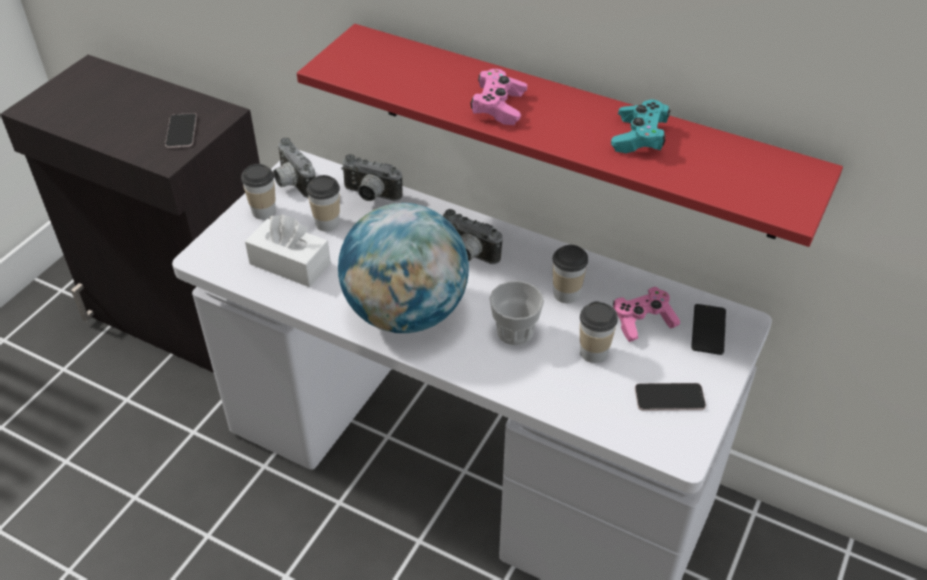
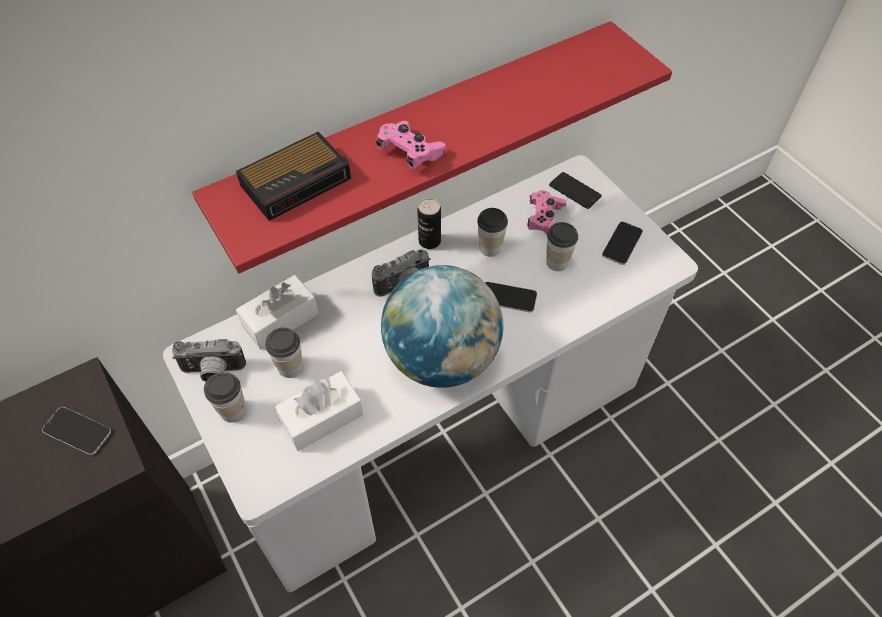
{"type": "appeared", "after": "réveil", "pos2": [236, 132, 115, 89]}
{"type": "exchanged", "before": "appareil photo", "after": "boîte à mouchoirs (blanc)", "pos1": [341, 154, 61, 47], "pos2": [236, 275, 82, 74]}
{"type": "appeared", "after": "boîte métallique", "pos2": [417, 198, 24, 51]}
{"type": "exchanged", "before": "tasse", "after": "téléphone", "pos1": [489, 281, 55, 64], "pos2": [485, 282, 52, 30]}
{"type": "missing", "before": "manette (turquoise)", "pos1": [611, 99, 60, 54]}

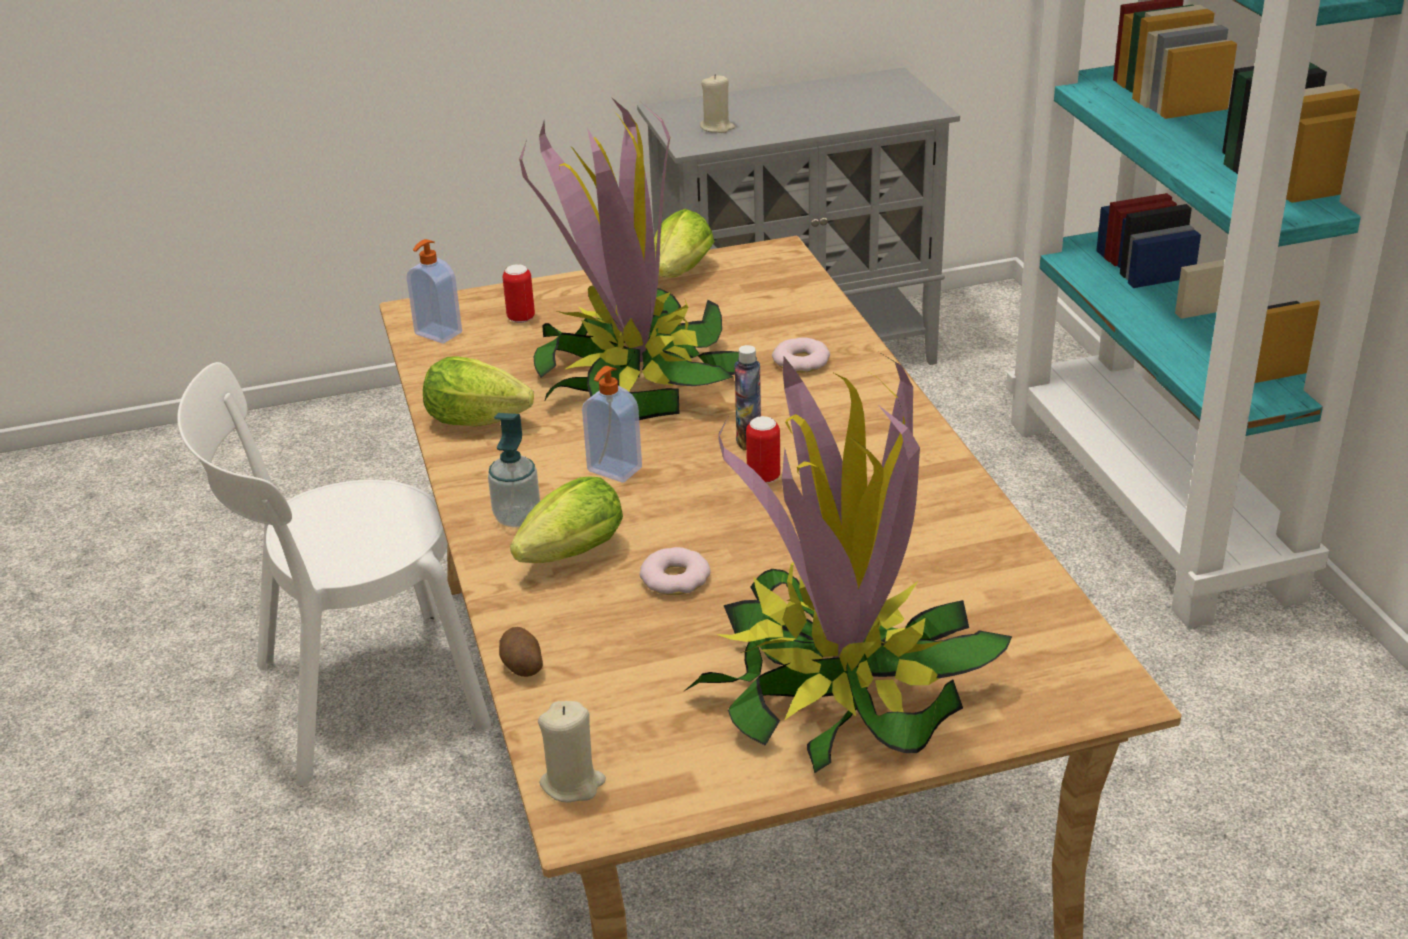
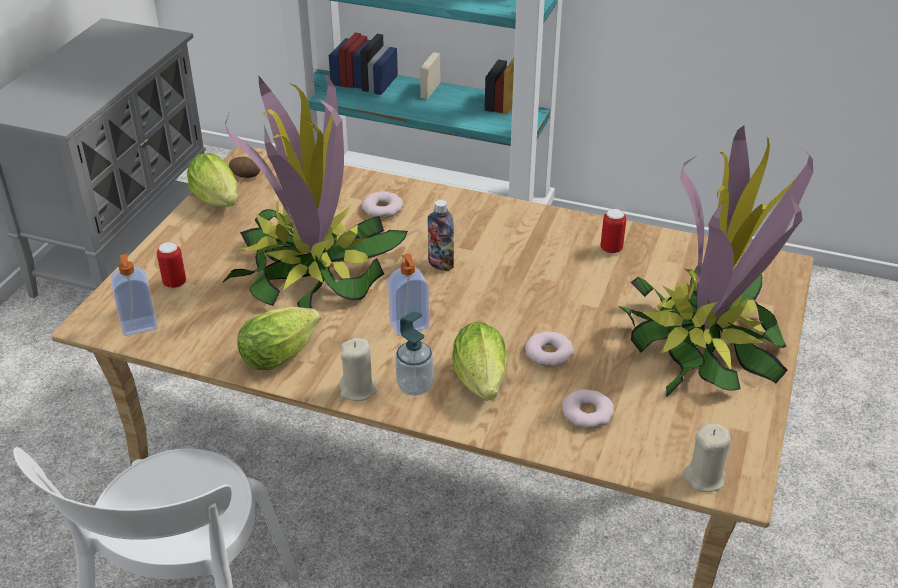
{"type": "relocated", "before": "pomme de terre", "pos1": [499, 627, 44, 50], "pos2": [229, 157, 32, 21]}
{"type": "relocated", "before": "bougie (beige)", "pos1": [700, 74, 35, 59], "pos2": [340, 338, 38, 63]}
{"type": "appeared", "after": "beignet", "pos2": [562, 389, 52, 40]}
{"type": "relocated", "before": "boîte métallique", "pos1": [746, 416, 34, 67], "pos2": [601, 209, 25, 45]}

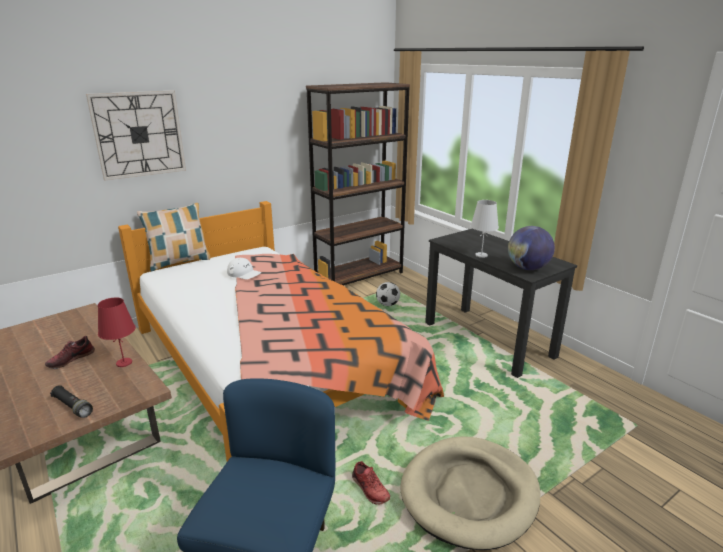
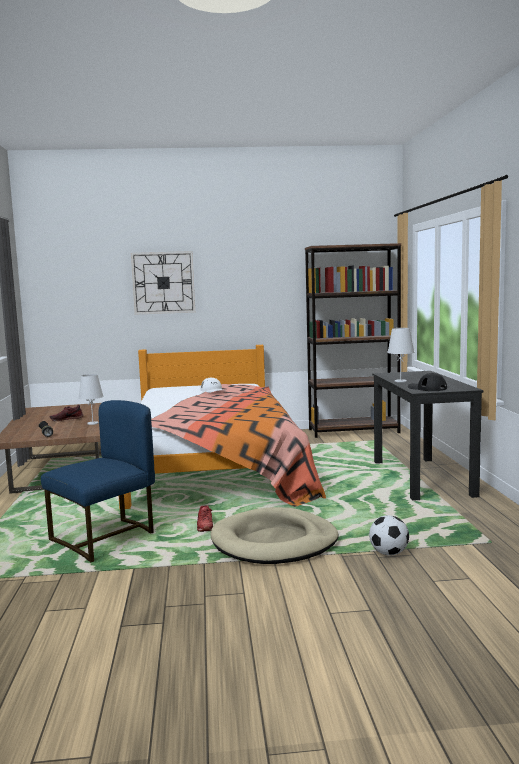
{"type": "colour", "before": "lampe de table (rouge)", "after": "lampe de table (blanc)", "pos1": [98, 297, 38, 70], "pos2": [78, 374, 26, 51]}
{"type": "relocated", "before": "ballon de foot", "pos1": [376, 282, 24, 24], "pos2": [369, 515, 40, 40]}
{"type": "exchanged", "before": "globe", "after": "casquette (noir)", "pos1": [508, 226, 47, 44], "pos2": [408, 373, 39, 18]}
{"type": "missing", "before": "coussin", "pos1": [137, 203, 73, 69]}

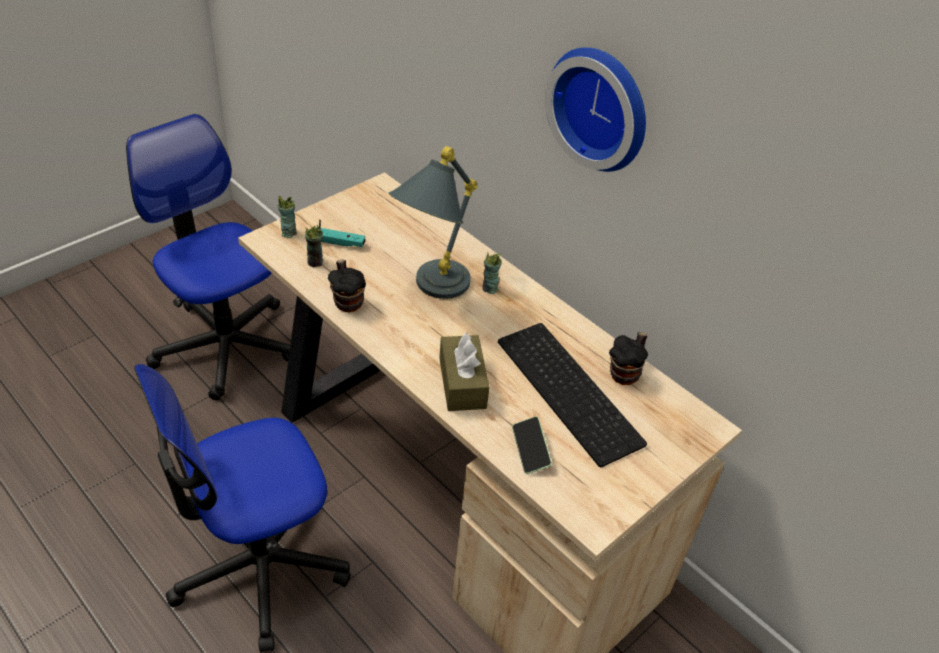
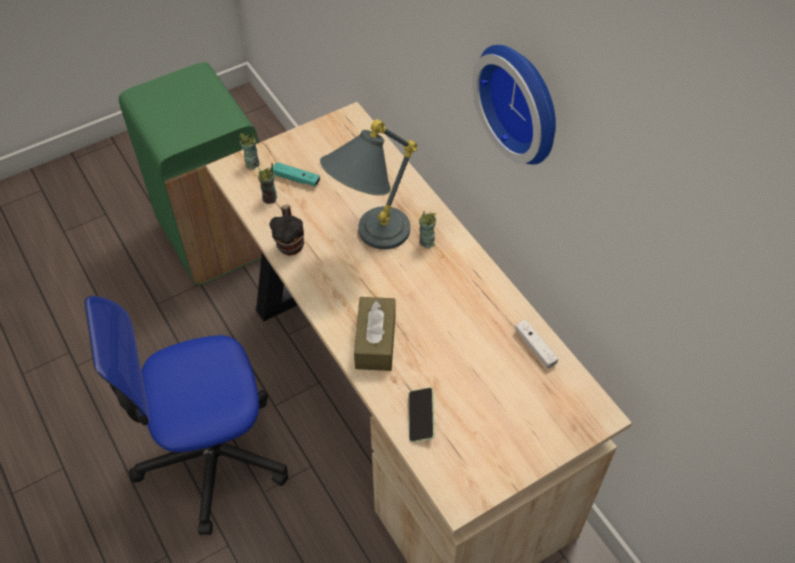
{"type": "exchanged", "before": "chaise de bureau", "after": "poubelle (vert)", "pos1": [126, 114, 164, 286], "pos2": [119, 62, 143, 223]}
{"type": "exchanged", "before": "mug", "after": "manette (blanc)", "pos1": [609, 332, 39, 53], "pos2": [515, 319, 44, 50]}
{"type": "missing", "before": "clavier", "pos1": [498, 323, 149, 144]}

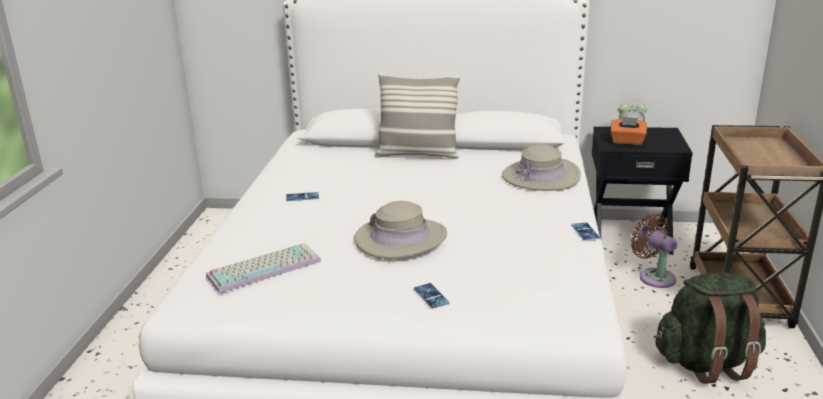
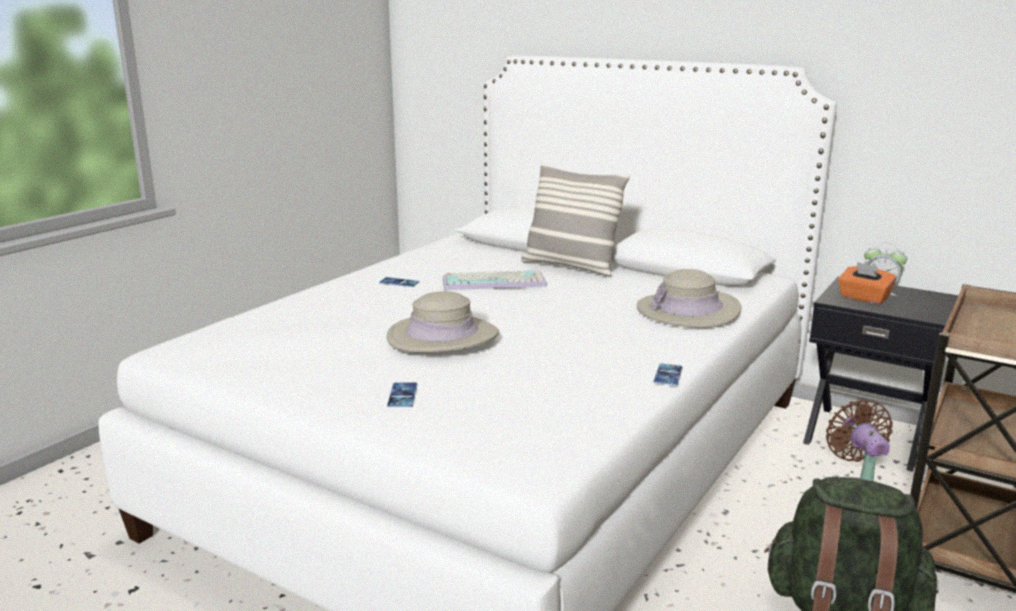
{"type": "relocated", "before": "clavier", "pos1": [206, 243, 115, 50], "pos2": [443, 270, 104, 20]}

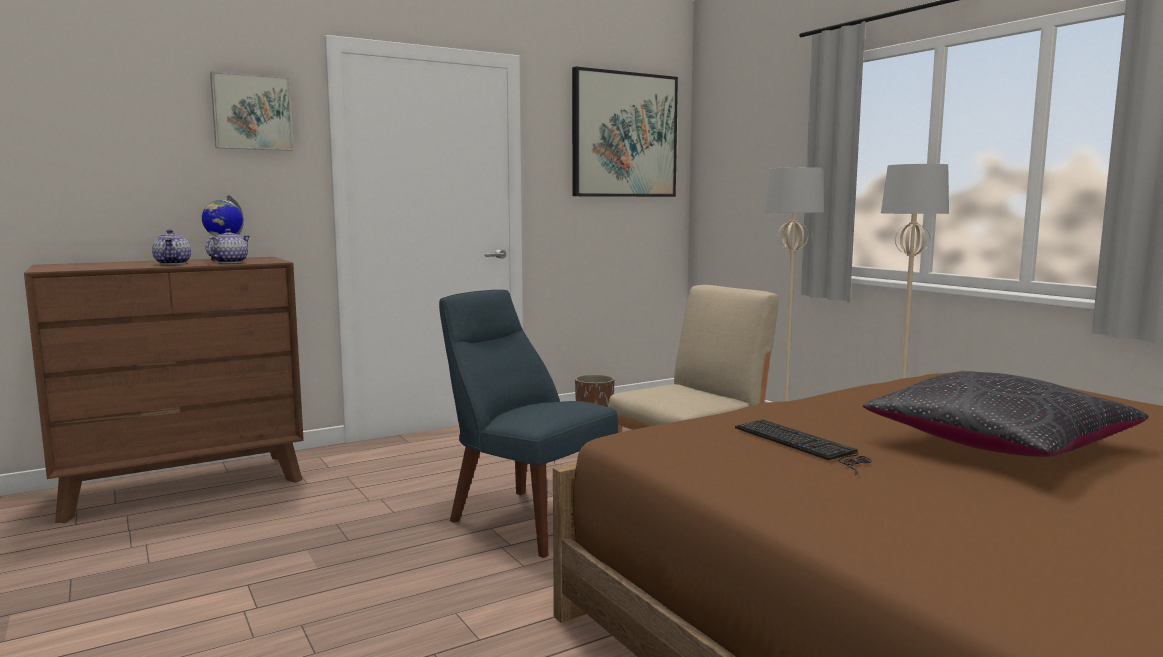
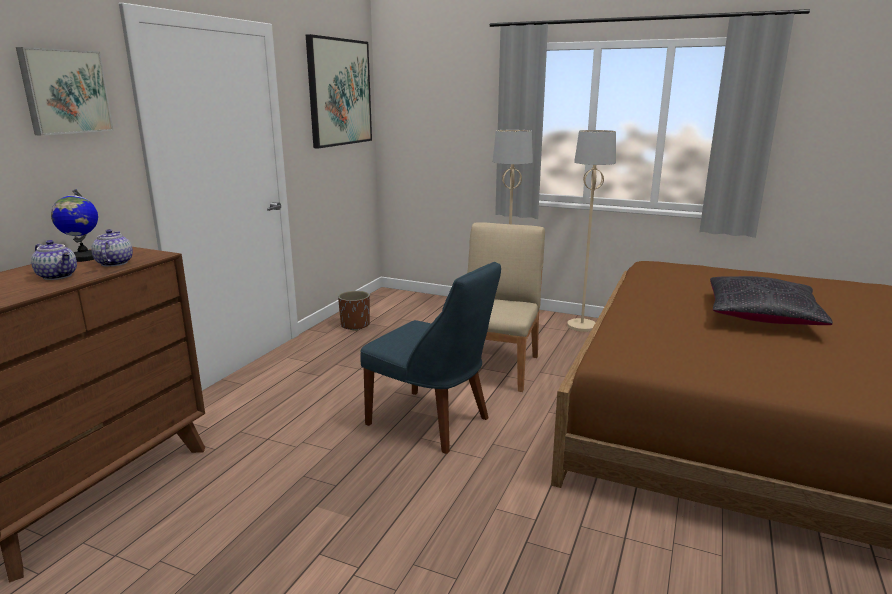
{"type": "spun", "before": "chaise (bleu)", "pos1": [439, 290, 179, 268], "pos2": [360, 262, 141, 192], "turn": -150}
{"type": "missing", "before": "clavier", "pos1": [735, 419, 137, 56]}

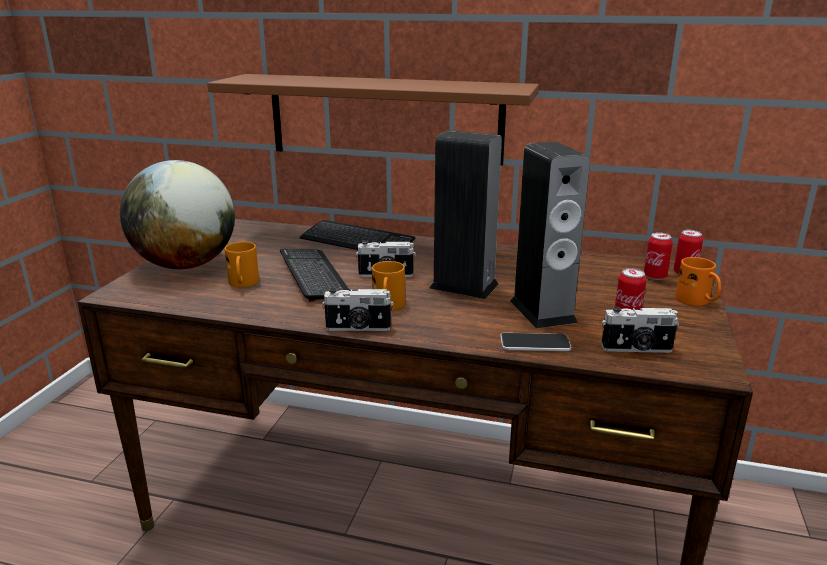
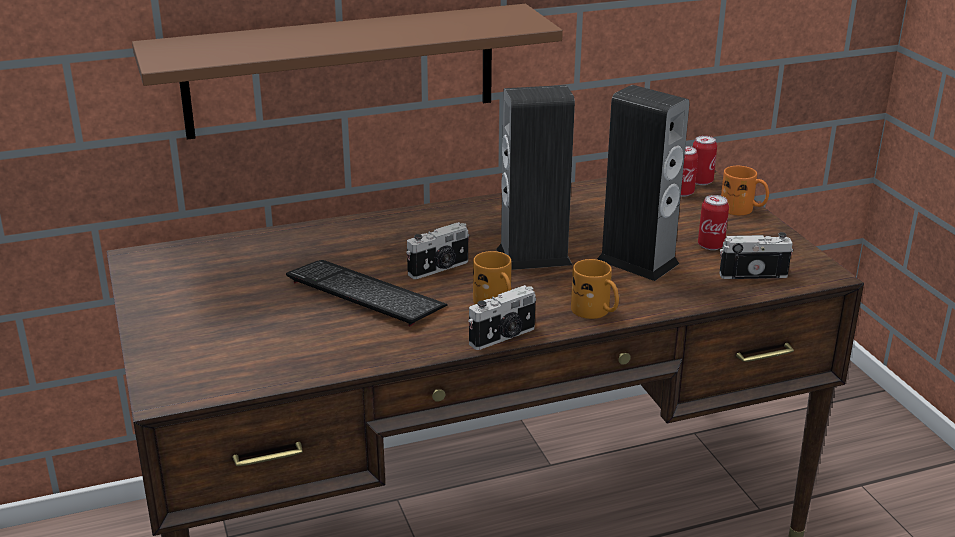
{"type": "relocated", "before": "mug (orange)", "pos1": [225, 242, 34, 45], "pos2": [571, 259, 48, 60]}
{"type": "spun", "before": "appareil photo", "pos1": [601, 306, 78, 47], "pos2": [719, 232, 74, 47], "turn": -150}
{"type": "missing", "before": "globe", "pos1": [120, 160, 115, 109]}
{"type": "missing", "before": "clavier", "pos1": [299, 220, 116, 30]}
{"type": "missing", "before": "téléphone", "pos1": [500, 333, 71, 18]}

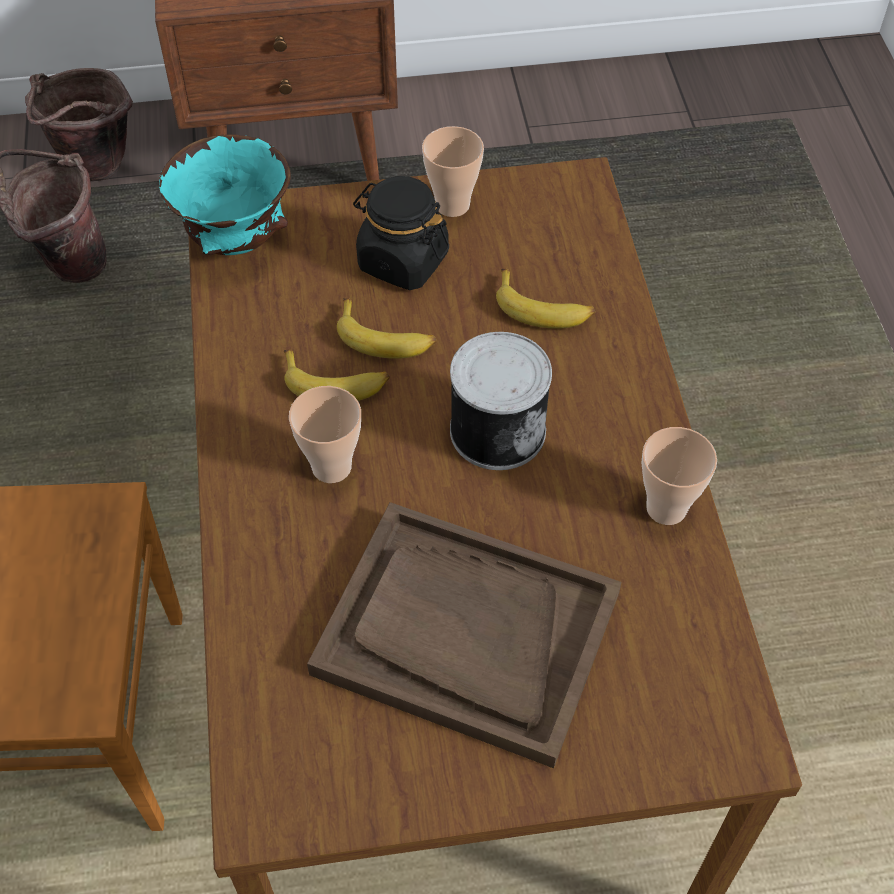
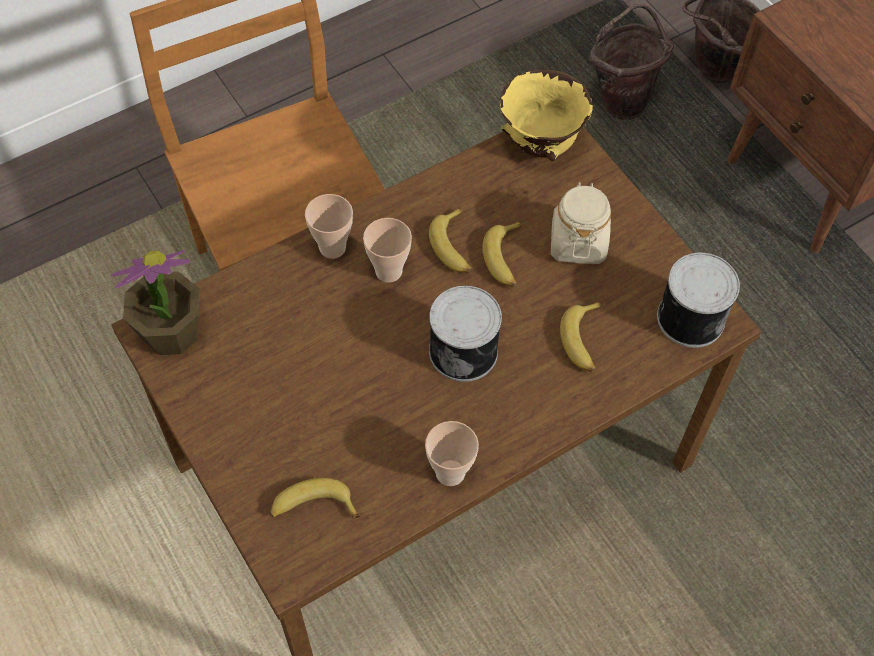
{"type": "appeared", "after": "plante en pot", "pos2": [111, 250, 89, 105]}
{"type": "appeared", "after": "banane", "pos2": [269, 478, 91, 40]}
{"type": "relocated", "before": "tasse", "pos1": [422, 126, 62, 91], "pos2": [305, 194, 48, 65]}
{"type": "colour", "before": "bol (turquoise)", "after": "bol (jaune)", "pos1": [159, 134, 132, 121], "pos2": [500, 69, 93, 92]}
{"type": "colour", "before": "bocal (noir)", "after": "bocal (beige)", "pos1": [353, 176, 96, 114], "pos2": [551, 182, 60, 82]}
{"type": "appeared", "after": "boîte métallique", "pos2": [657, 253, 83, 95]}
{"type": "missing", "before": "plateau (marron)", "pos1": [307, 502, 314, 266]}

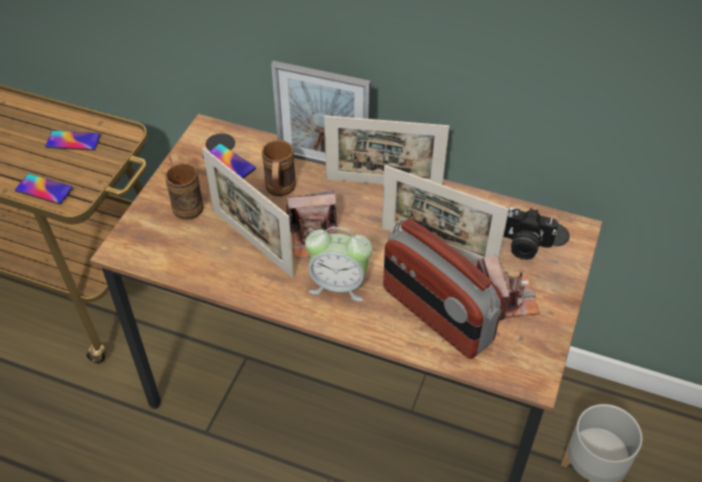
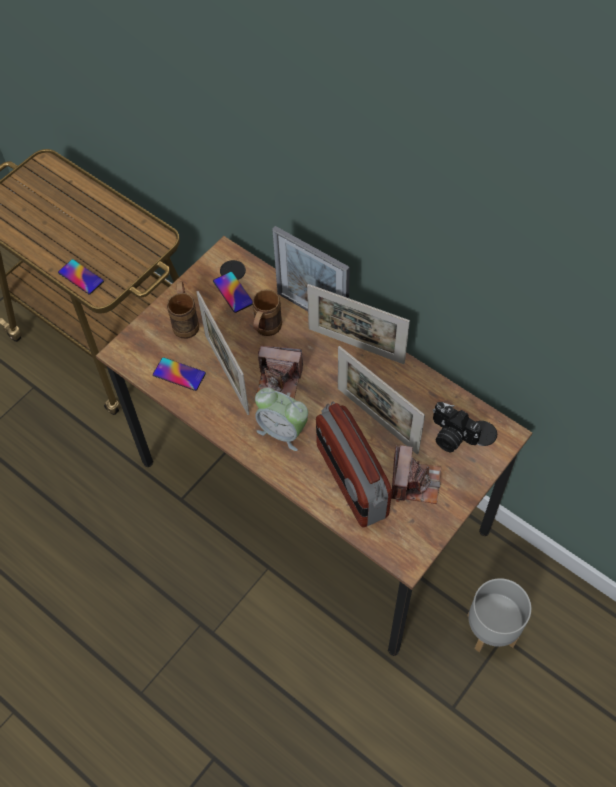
{"type": "relocated", "before": "téléphone", "pos1": [45, 131, 56, 19], "pos2": [153, 357, 53, 34]}

